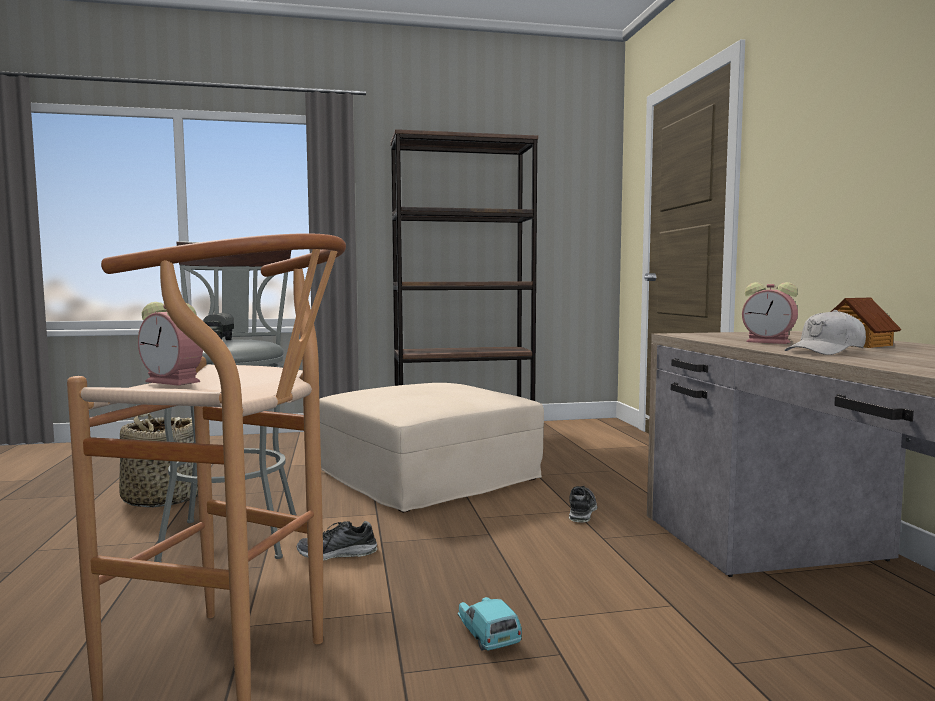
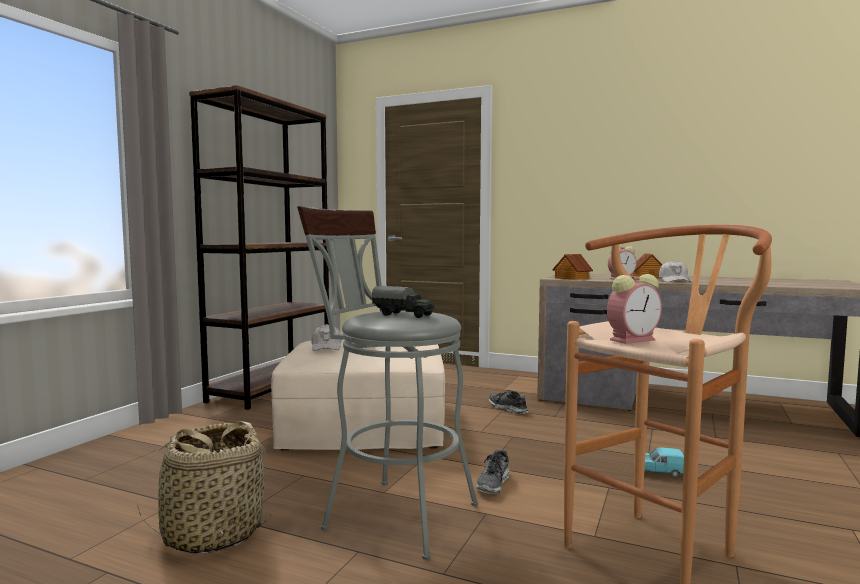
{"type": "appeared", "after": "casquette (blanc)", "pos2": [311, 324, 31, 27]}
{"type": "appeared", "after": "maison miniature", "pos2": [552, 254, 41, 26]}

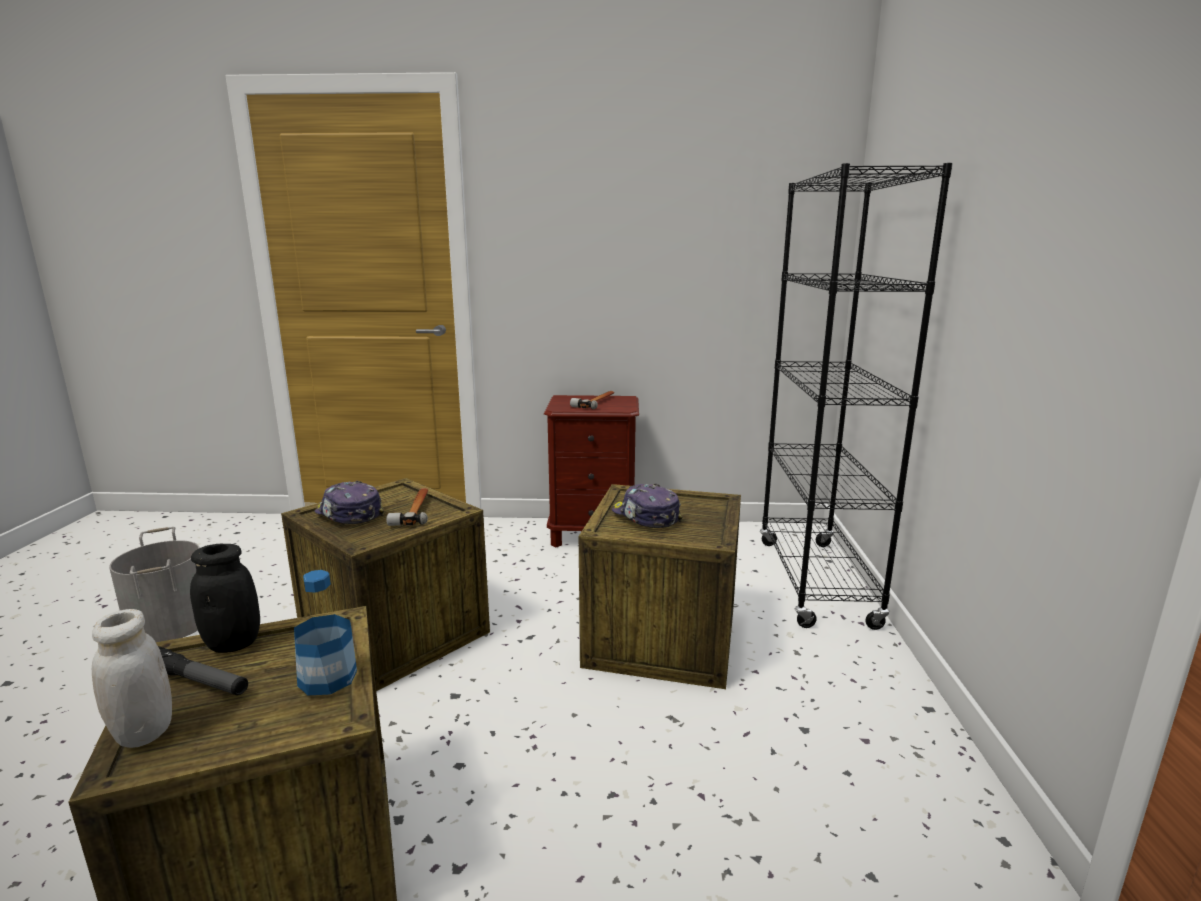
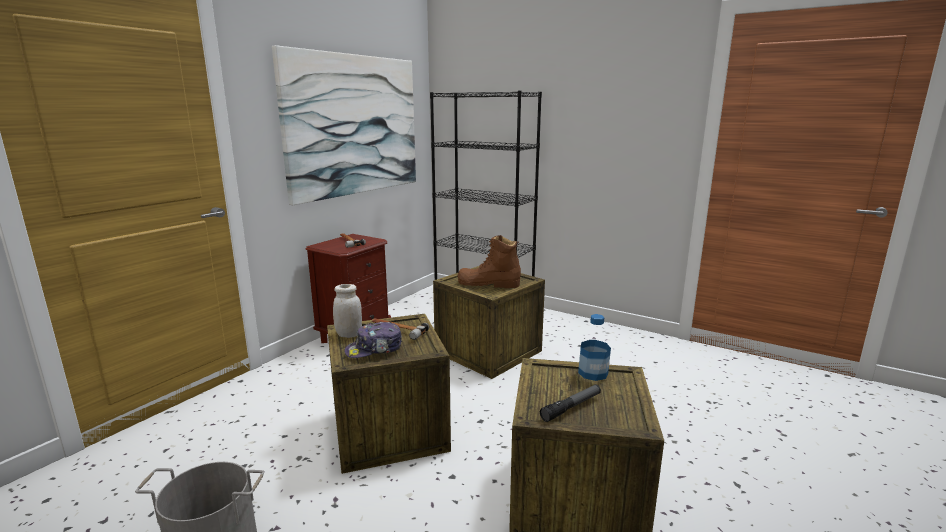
{"type": "appeared", "after": "tableau", "pos2": [272, 45, 144, 160]}
{"type": "relocated", "before": "bocal (blanc)", "pos1": [92, 609, 80, 139], "pos2": [333, 284, 29, 54]}
{"type": "exchanged", "before": "casquette", "after": "botte (marron)", "pos1": [612, 484, 71, 44], "pos2": [457, 235, 64, 53]}
{"type": "missing", "before": "bocal (noir)", "pos1": [190, 544, 70, 109]}

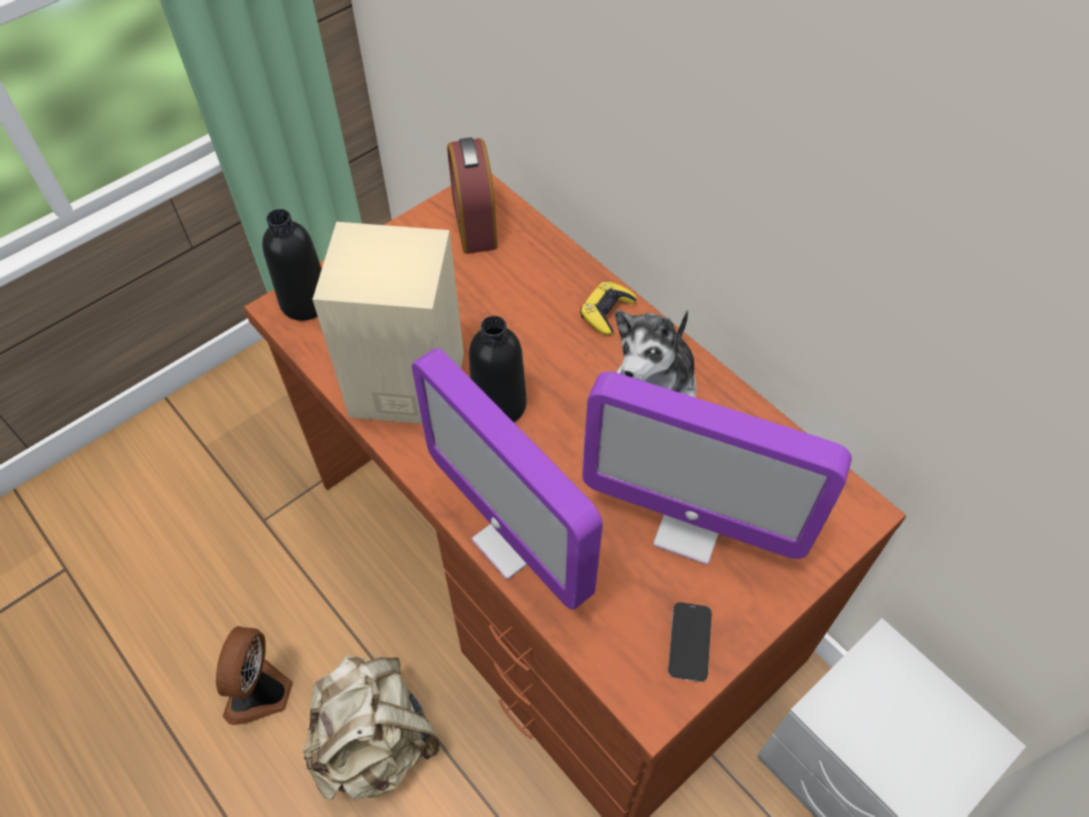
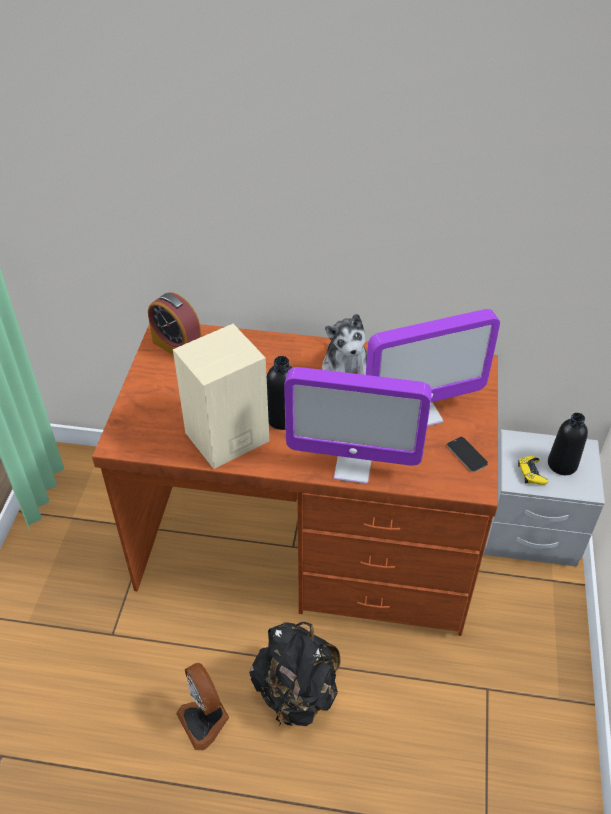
{"type": "colour", "before": "sac à dos (beige)", "after": "sac à dos (noir)", "pos1": [303, 655, 137, 145], "pos2": [249, 622, 92, 105]}
{"type": "relocated", "before": "manette (jaune)", "pos1": [580, 282, 56, 54], "pos2": [518, 456, 30, 29]}
{"type": "relocated", "before": "bouteille (noir)", "pos1": [262, 209, 60, 112], "pos2": [548, 413, 40, 62]}

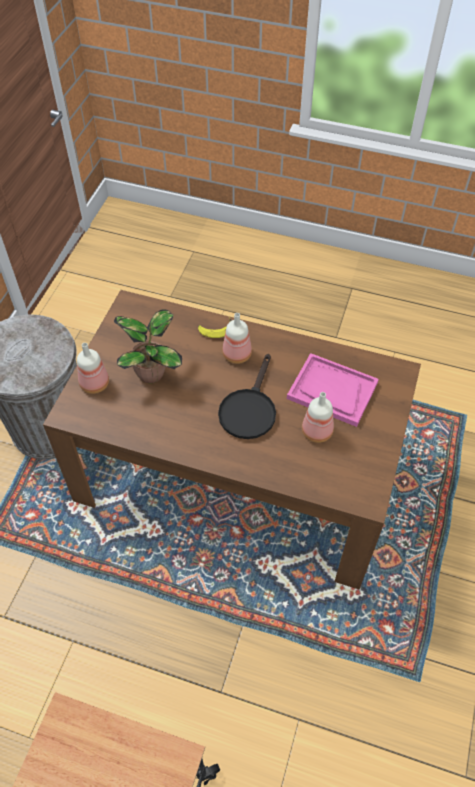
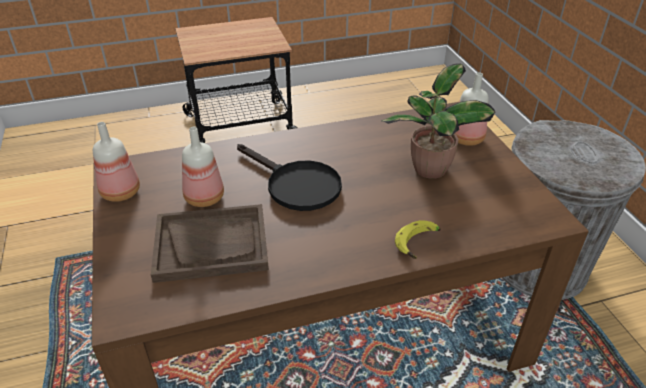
{"type": "relocated", "before": "bouteille", "pos1": [222, 313, 30, 51], "pos2": [93, 122, 47, 80]}
{"type": "colour", "before": "plateau (rose)", "after": "plateau (marron)", "pos1": [287, 353, 92, 74], "pos2": [151, 204, 118, 79]}
{"type": "spun", "before": "poêle (noir)", "pos1": [218, 354, 58, 85], "pos2": [237, 144, 105, 67], "turn": 150}

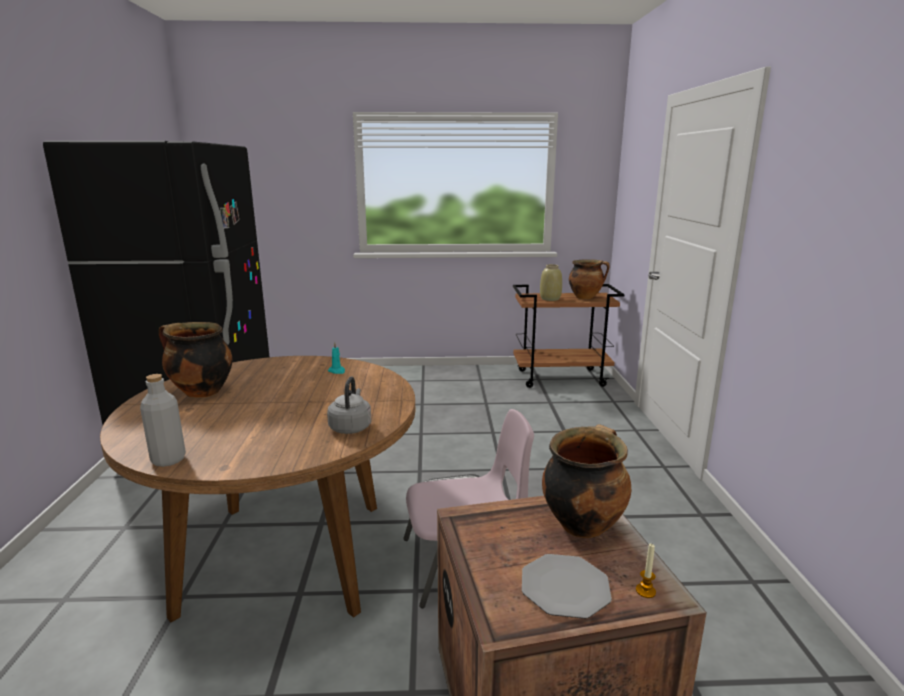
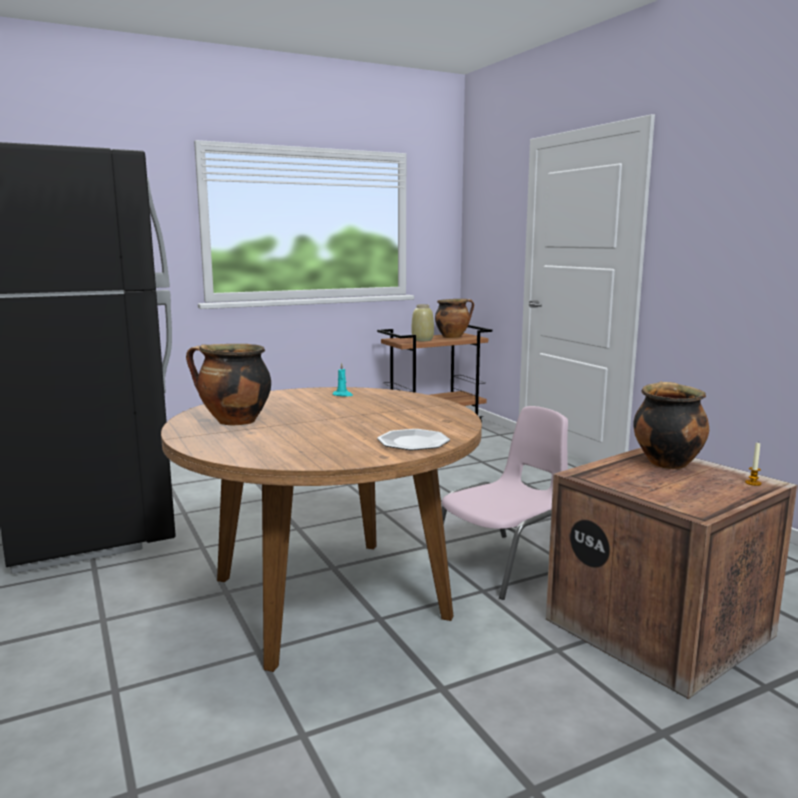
{"type": "relocated", "before": "assiette", "pos1": [522, 554, 90, 65], "pos2": [377, 429, 73, 21]}
{"type": "missing", "before": "bouteille (gris)", "pos1": [140, 374, 46, 93]}
{"type": "missing", "before": "bouilloire (gris)", "pos1": [327, 377, 44, 57]}

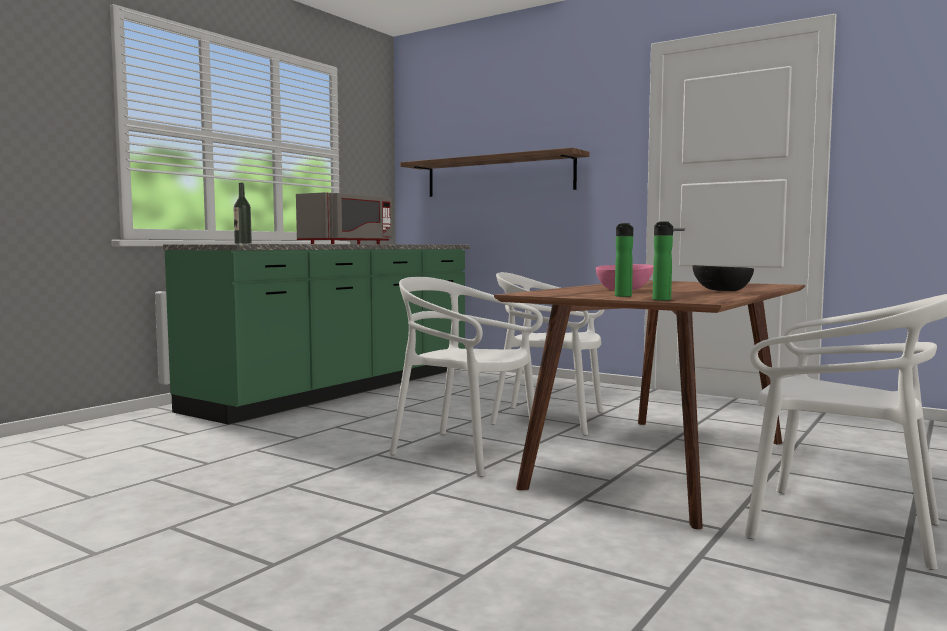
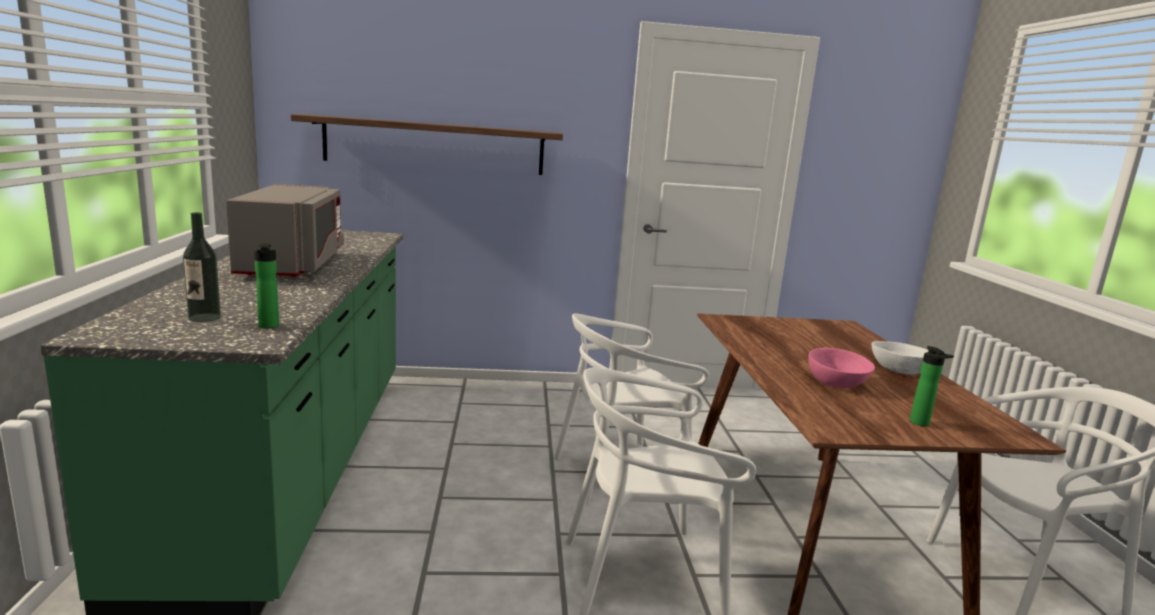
{"type": "relocated", "before": "bouteille", "pos1": [652, 221, 21, 80], "pos2": [254, 243, 25, 85]}
{"type": "colour", "before": "bol (noir)", "after": "bol (blanc)", "pos1": [692, 265, 62, 26], "pos2": [871, 341, 57, 33]}

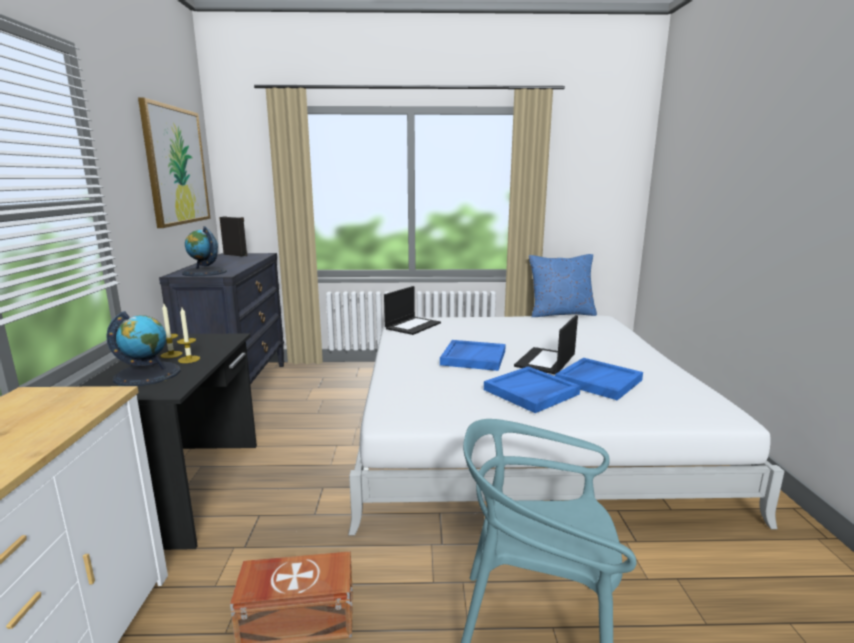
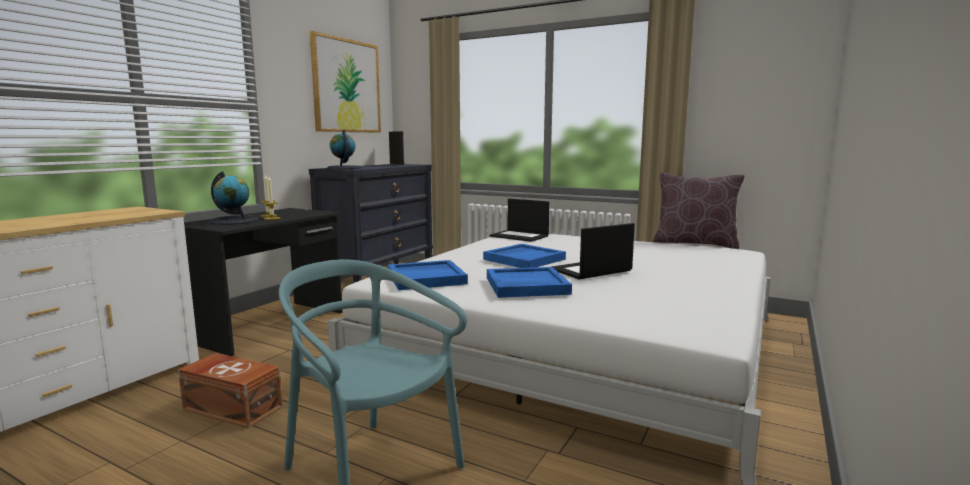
{"type": "relocated", "before": "plateau (bleu)", "pos1": [555, 358, 88, 42], "pos2": [388, 260, 80, 30]}
{"type": "spun", "before": "ordinateur portable", "pos1": [384, 286, 57, 49], "pos2": [490, 198, 59, 44], "turn": 60}
{"type": "colour", "before": "coussin (bleu)", "after": "coussin (marron)", "pos1": [529, 254, 68, 63], "pos2": [653, 173, 92, 76]}

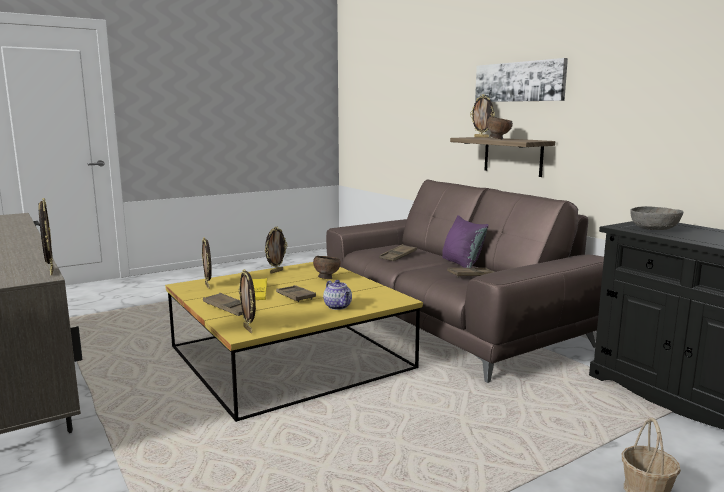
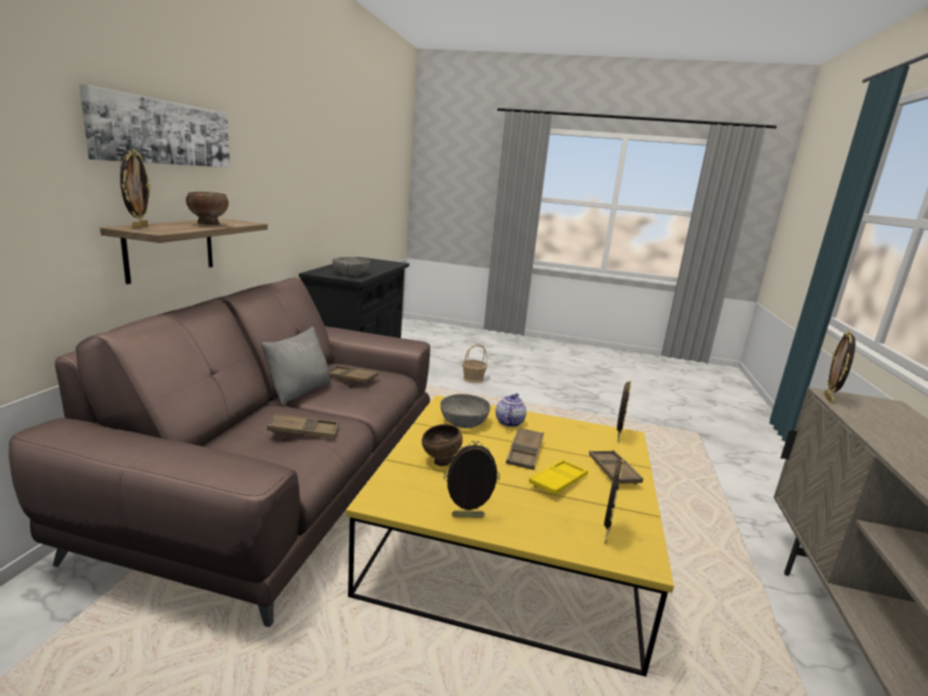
{"type": "colour", "before": "coussin (violet)", "after": "coussin (gris)", "pos1": [442, 215, 46, 53], "pos2": [262, 326, 69, 78]}
{"type": "appeared", "after": "bol (gris)", "pos2": [440, 394, 50, 34]}

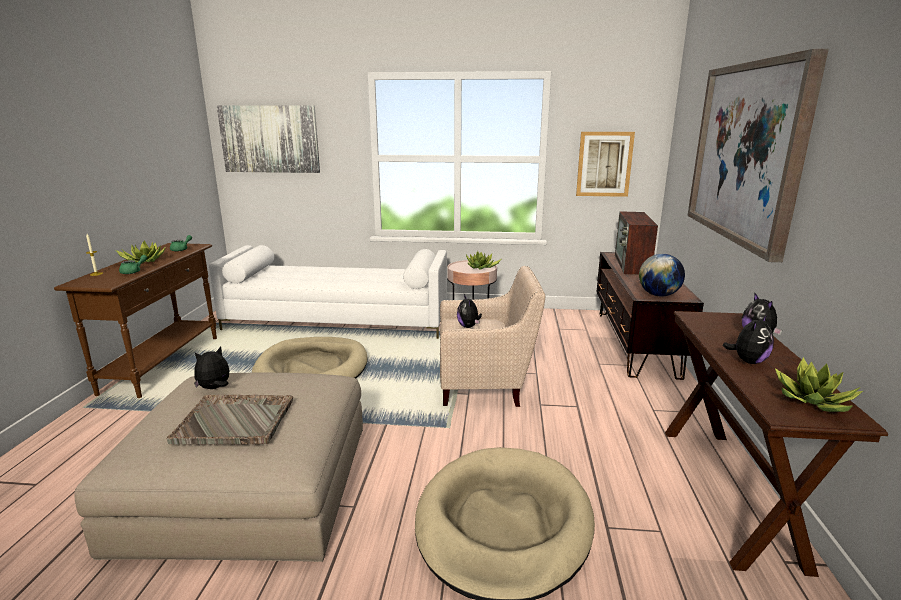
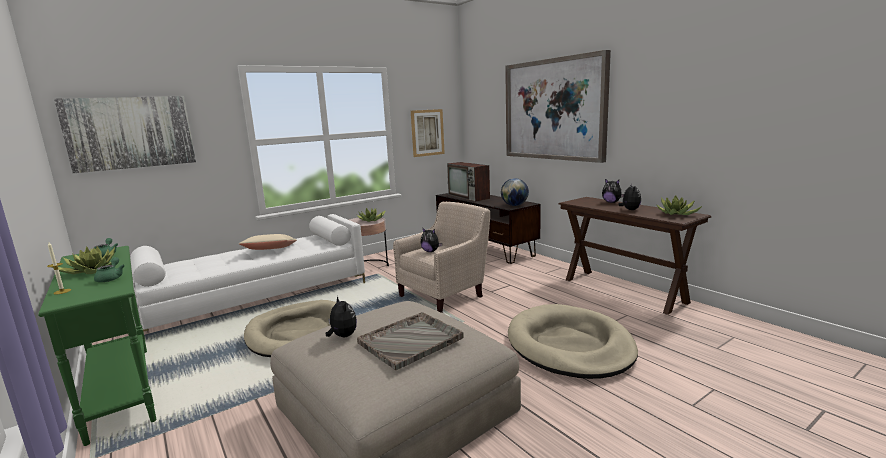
{"type": "colour", "before": "table console (marron)", "after": "table console (vert)", "pos1": [54, 243, 163, 155], "pos2": [38, 246, 119, 200]}
{"type": "appeared", "after": "coussin (beige)", "pos2": [239, 234, 58, 16]}
{"type": "spun", "before": "peluche", "pos1": [194, 347, 35, 42], "pos2": [326, 296, 31, 41], "turn": 135}

